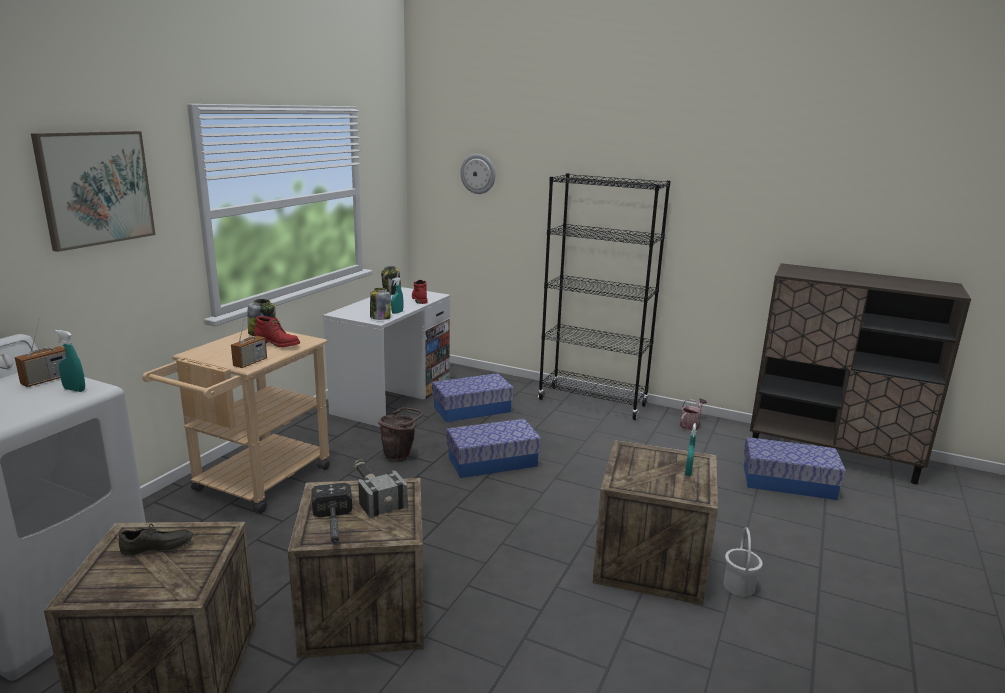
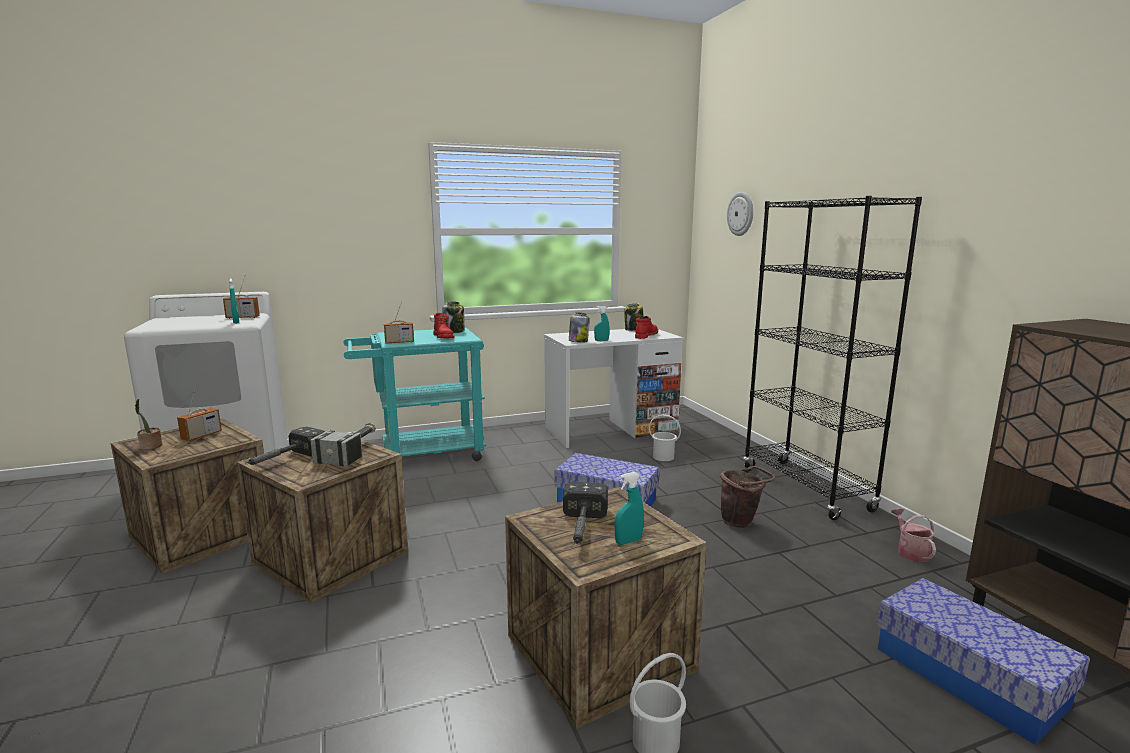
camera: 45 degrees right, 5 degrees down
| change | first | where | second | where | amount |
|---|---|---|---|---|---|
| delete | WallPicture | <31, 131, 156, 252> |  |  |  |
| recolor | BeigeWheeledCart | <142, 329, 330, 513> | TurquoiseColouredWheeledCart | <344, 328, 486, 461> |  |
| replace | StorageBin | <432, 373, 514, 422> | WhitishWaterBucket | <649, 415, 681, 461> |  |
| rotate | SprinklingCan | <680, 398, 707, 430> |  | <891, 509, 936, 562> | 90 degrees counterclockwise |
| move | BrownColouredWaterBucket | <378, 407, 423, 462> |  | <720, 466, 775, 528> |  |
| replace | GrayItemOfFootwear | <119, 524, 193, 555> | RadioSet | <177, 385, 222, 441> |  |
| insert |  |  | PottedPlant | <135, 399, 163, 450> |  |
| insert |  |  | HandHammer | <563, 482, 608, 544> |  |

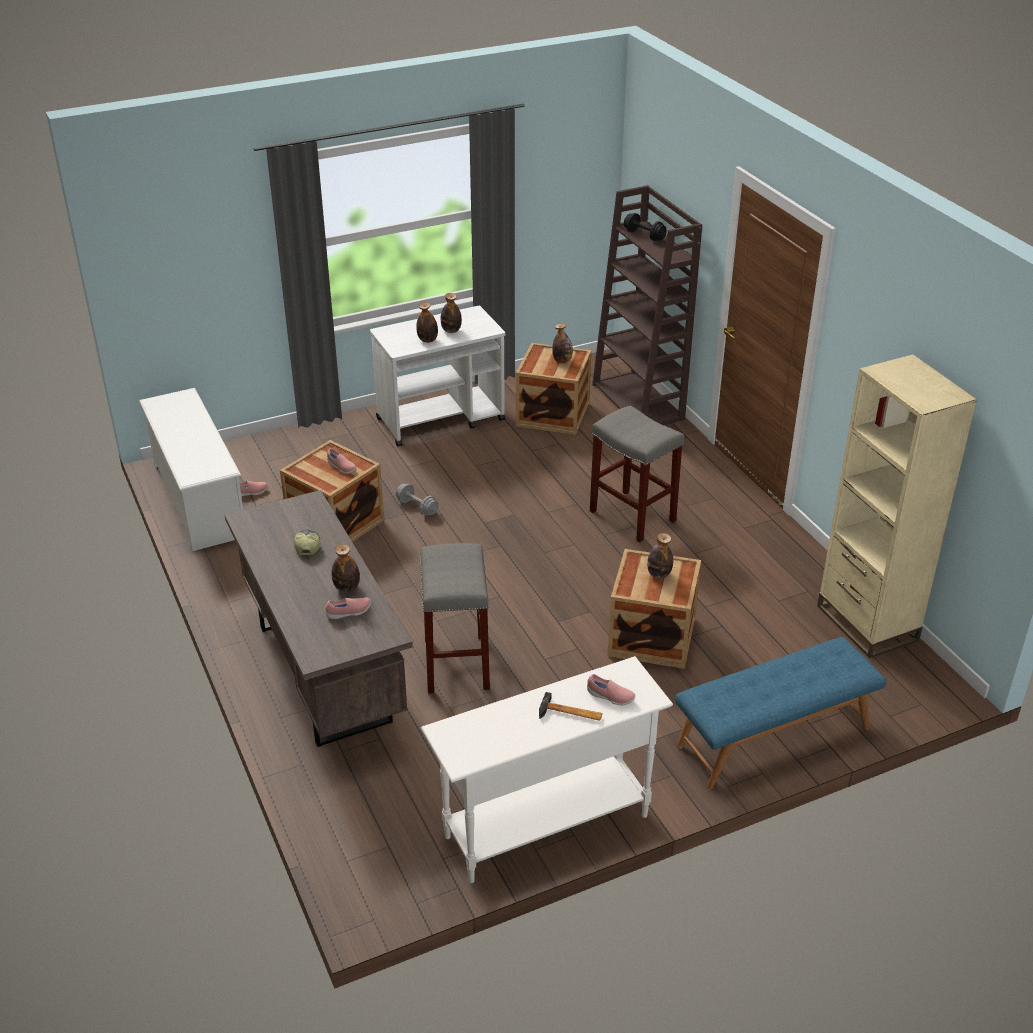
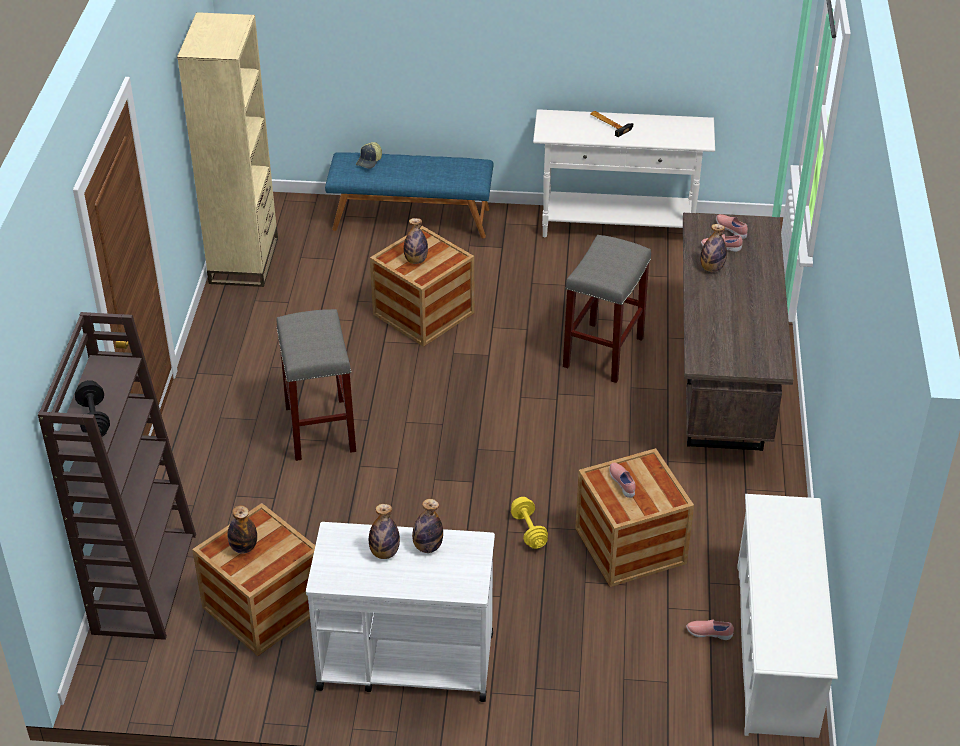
camera: 150 degrees left, 5 degrees up
| change | first | where | second | where | amount |
|---|---|---|---|---|---|
| recolor | GrayFreeWeight | <396, 484, 438, 515> | YellowishFreeWeight | <511, 497, 548, 549> |  |
| move | Cap | <294, 529, 321, 555> |  | <356, 142, 382, 169> |  |
| move | PinkishItemOfFootwear | <587, 674, 636, 705> |  | <716, 214, 748, 239> |  |

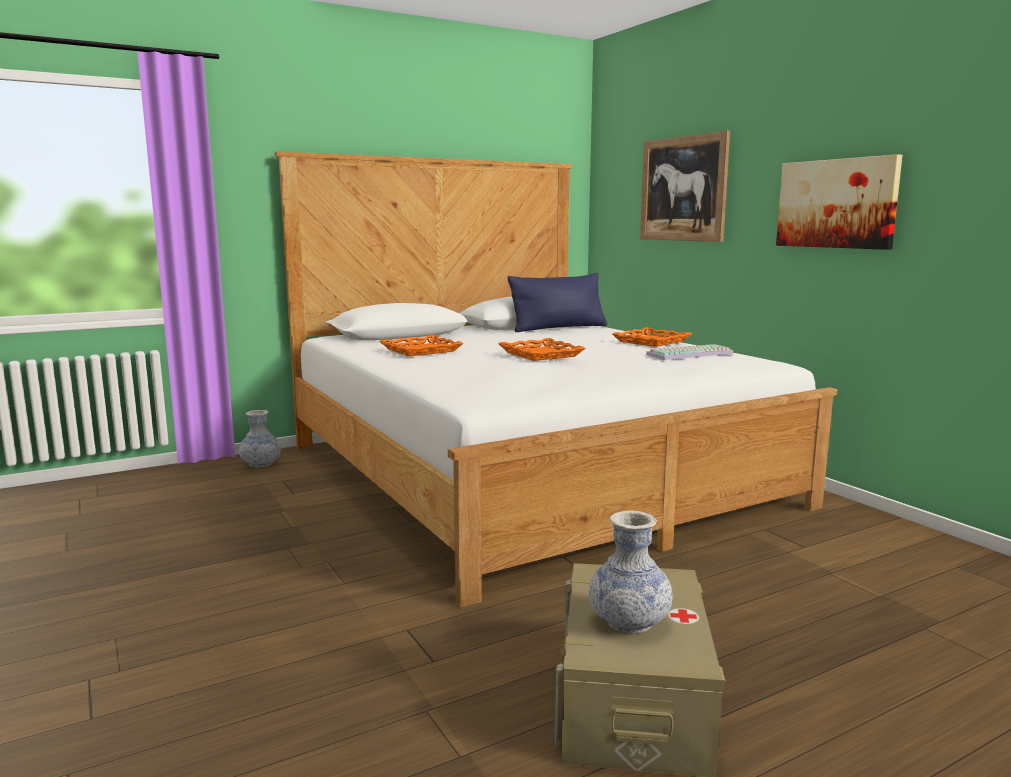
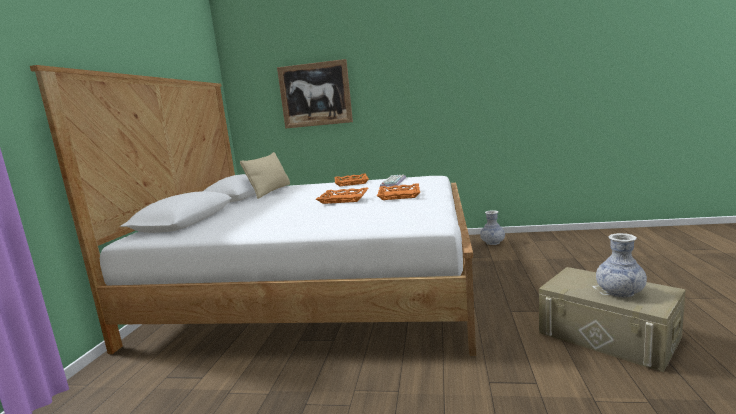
camera: 50 degrees left, 0 degrees up
| change | first | where | second | where | amount |
|---|---|---|---|---|---|
| delete | WallPicture | <776, 154, 902, 250> |  |  |  |
| recolor | BluishPillow | <507, 273, 607, 332> | BeigePillow | <240, 152, 290, 199> |  |
| move | OrangeColouredServingTray | <379, 335, 464, 357> |  | <377, 183, 420, 200> |  |
| move | FlowerVase | <239, 410, 281, 468> |  | <480, 210, 505, 245> |  |

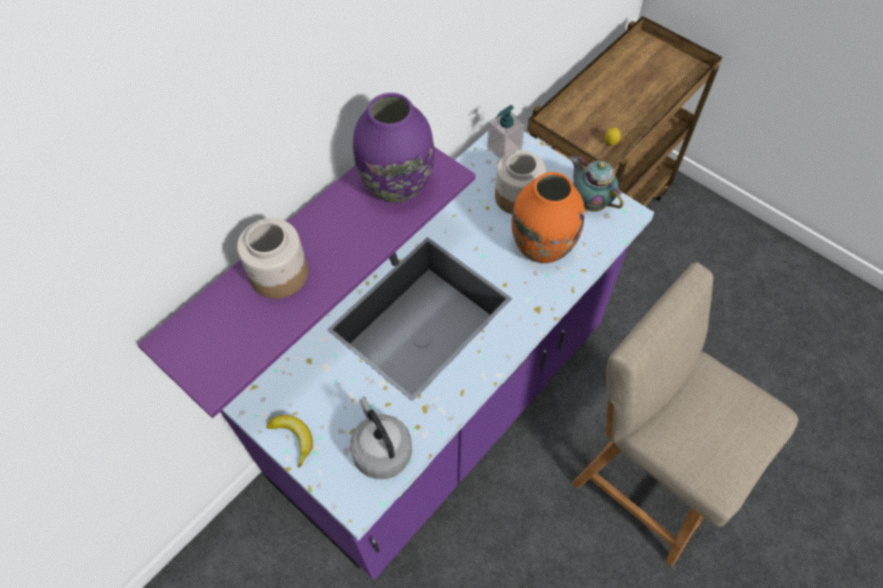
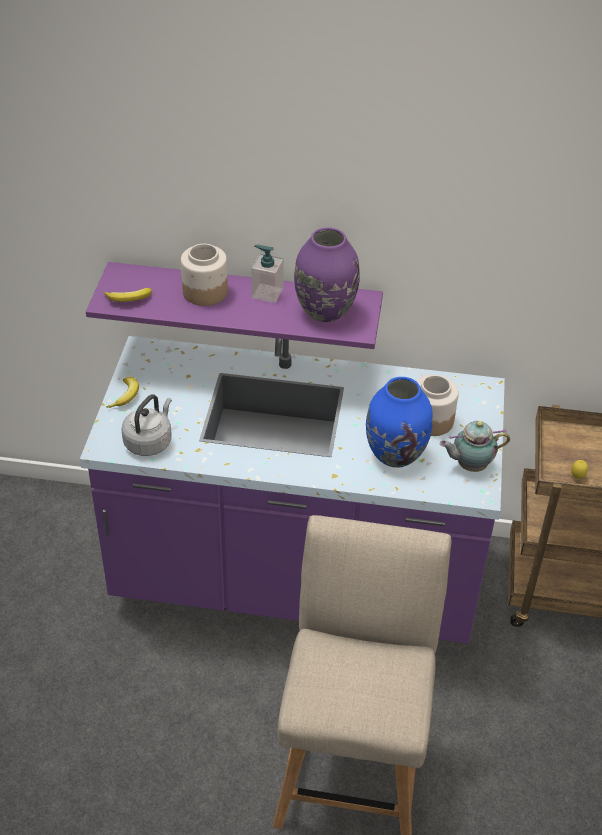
camera: 55 degrees right, 15 degrees down
| change | first | where | second | where | amount |
|---|---|---|---|---|---|
| move | LiquidSoapBottle | <487, 105, 525, 159> |  | <251, 245, 284, 303> |  |
| rotate | PotForTea | <570, 155, 623, 212> |  | <439, 421, 510, 472> | 120 degrees counterclockwise |
| recolor | OrangeColouredFlowerVase | <511, 172, 585, 263> | BluishFlowerVase | <366, 377, 433, 468> |  |
| insert |  |  | BananaFruit | <104, 288, 152, 302> |  |

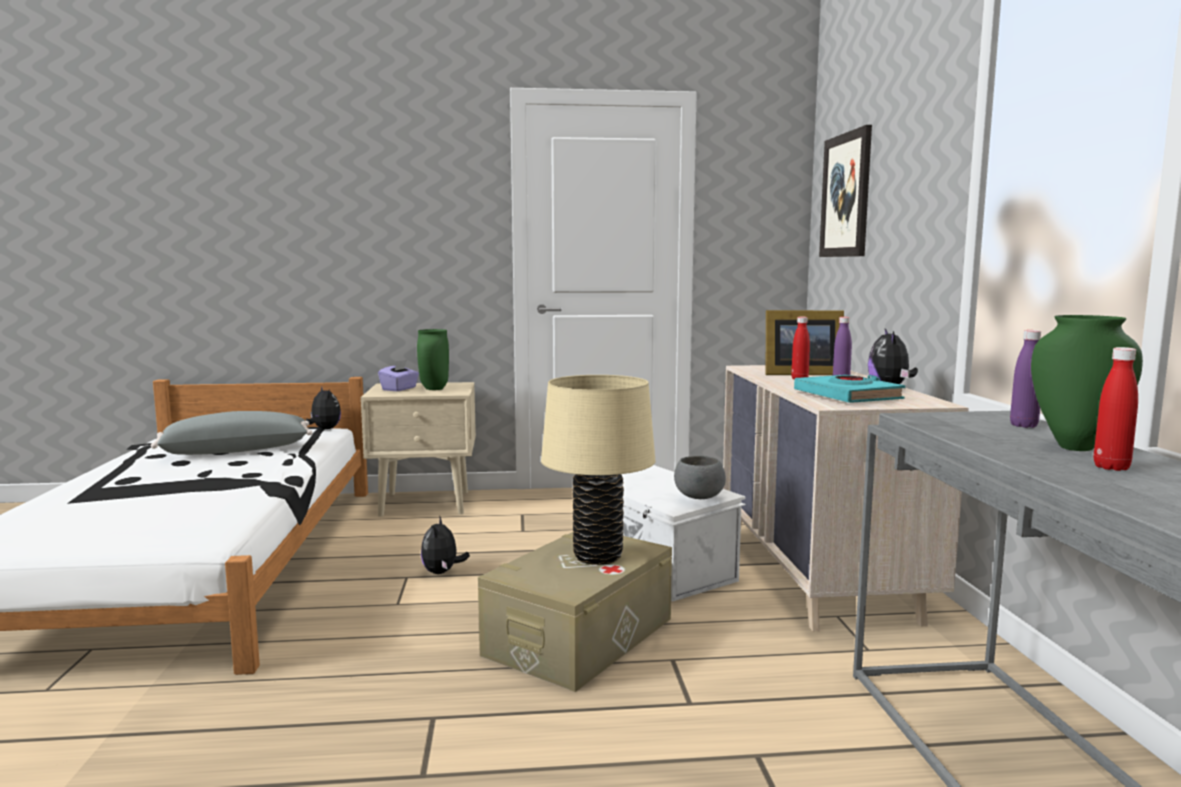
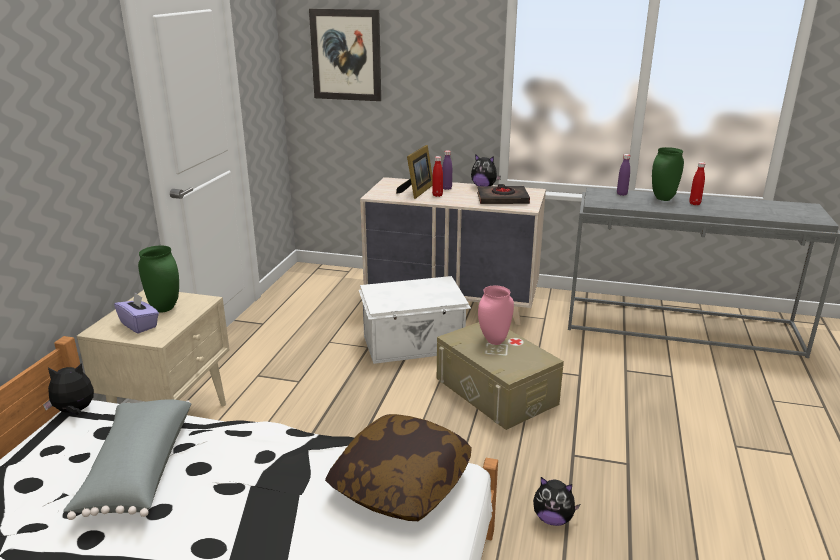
camera: 70 degrees left, 15 degrees up
| change | first | where | second | where | amount |
|---|---|---|---|---|---|
| replace | BeigeTableLamp | <541, 375, 655, 565> | PinkishFlowerVase | <478, 285, 514, 345> |  |
| recolor | TurquoiseColouredVolume | <794, 375, 905, 403> | BlackColouredVolume | <477, 184, 530, 204> |  |
| delete | GrayDeepDish | <674, 456, 726, 499> |  |  |  |
| move | SoftToy | <421, 517, 470, 574> |  | <533, 477, 580, 526> |  |
| insert |  |  | Pillow | <325, 414, 472, 521> |  |

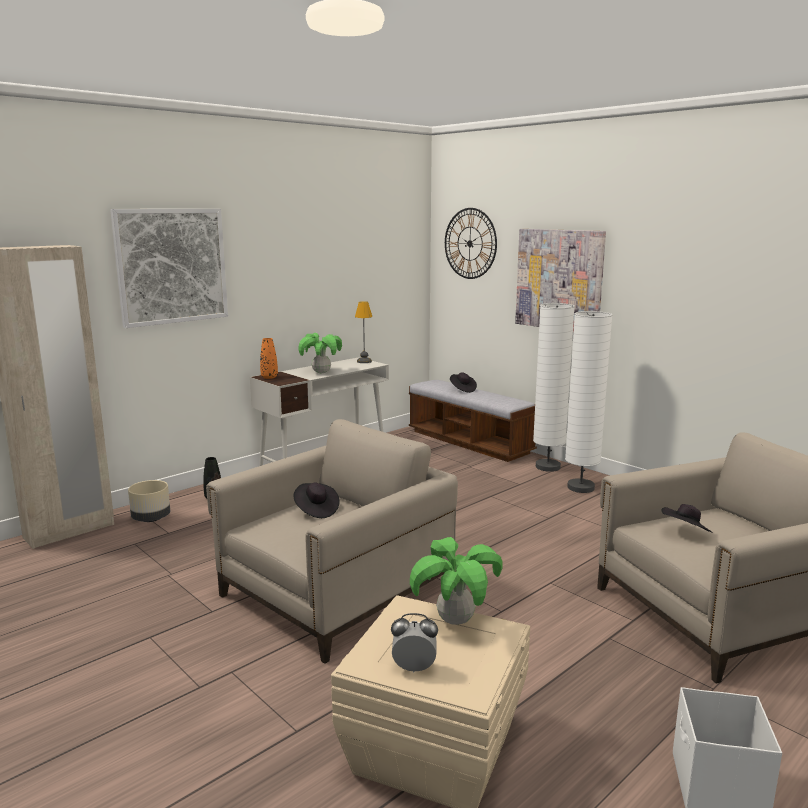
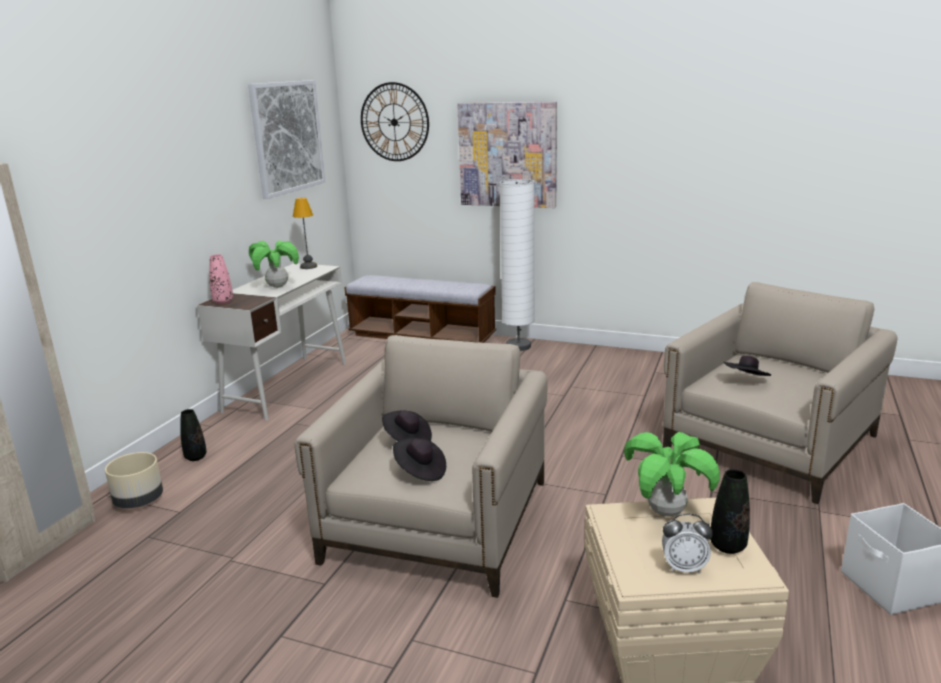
camera: 25 degrees left, 5 degrees up
| change | first | where | second | where | amount |
|---|---|---|---|---|---|
| move | WallPicture | <110, 209, 228, 328> |  | <248, 80, 325, 199> |  |
| delete | WhitishFloorLamp | <565, 311, 612, 493> |  |  |  |
| recolor | OrangeColouredFlowerVase | <260, 338, 278, 379> | PinkishFlowerVase | <209, 254, 233, 304> |  |
| move | BlackColouredHat | <450, 372, 477, 393> |  | <393, 438, 446, 481> |  |
| rotate | TableClock | <391, 613, 438, 673> |  | <662, 514, 713, 573> | 150 degrees counterclockwise |
| insert |  |  | BlackColouredFlowerVase | <710, 469, 750, 554> |  |

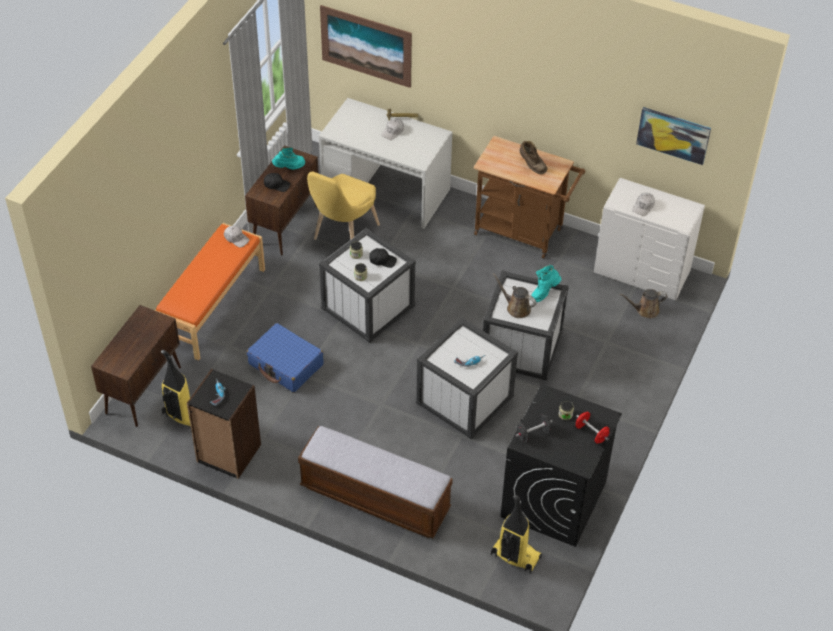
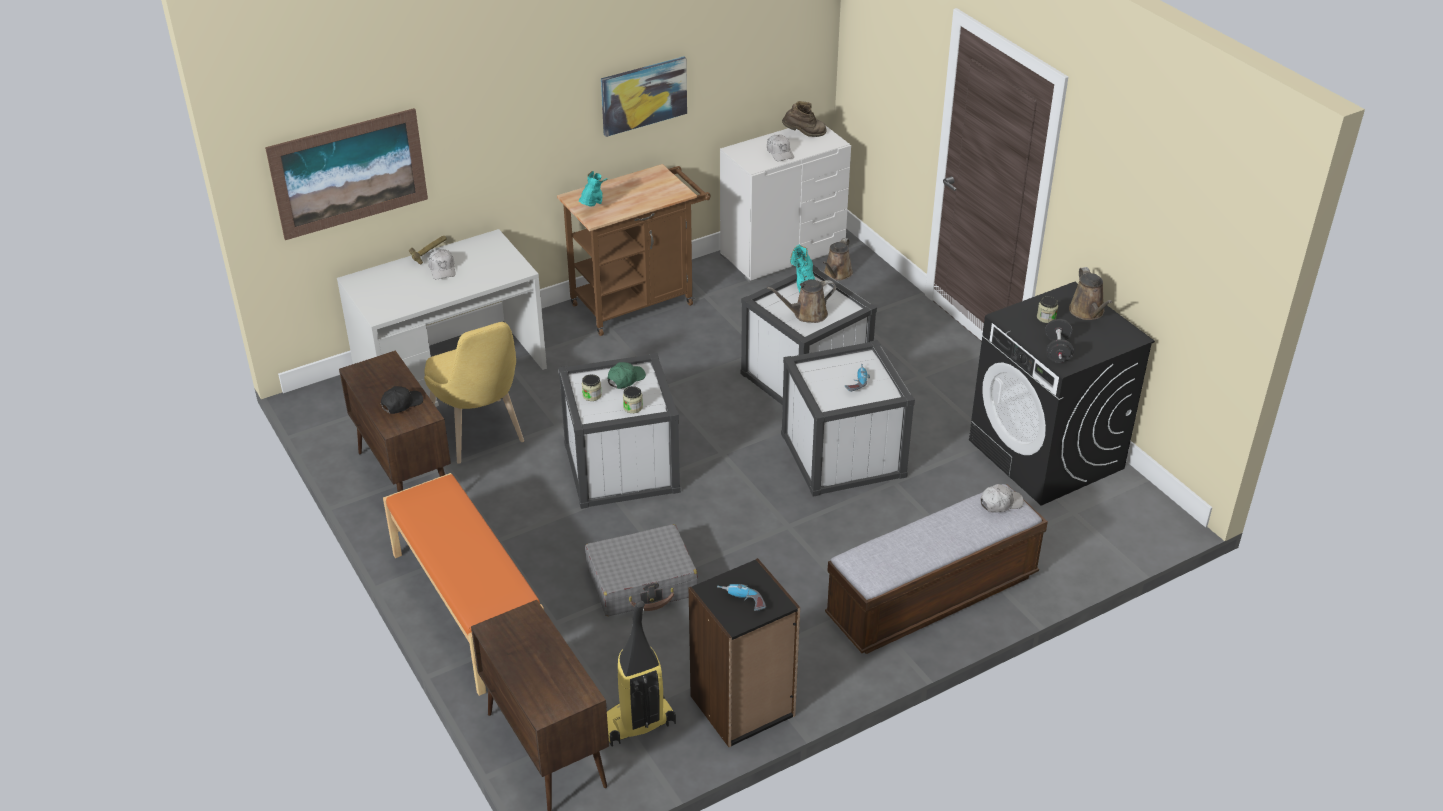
camera: 55 degrees left, 10 degrees down
| change | first | where | second | where | amount |
|---|---|---|---|---|---|
| move | WallPicture | <636, 107, 711, 165> |  | <601, 56, 687, 137> |  |
| move | BrownColouredHighTopBoot | <520, 141, 547, 174> |  | <782, 101, 827, 137> |  |
| move | TurquoiseColouredHighTopBoot | <272, 147, 305, 170> |  | <579, 171, 607, 207> |  |
| move | WhitishCap | <224, 226, 250, 248> |  | <981, 484, 1024, 512> |  |
| recolor | BlackColouredCap | <369, 248, 397, 268> | GreenColouredCap | <607, 362, 646, 389> |  |
| recolor | BluishTravelCase | <247, 323, 323, 392> | GrayTravelCase | <585, 524, 698, 616> |  |
| replace | RedFreeWeight | <576, 412, 609, 444> | BrownColouredSprinklingCan | <1069, 267, 1112, 320> |  |
| delete | Vacuum | <491, 495, 542, 573> |  |  |  |

